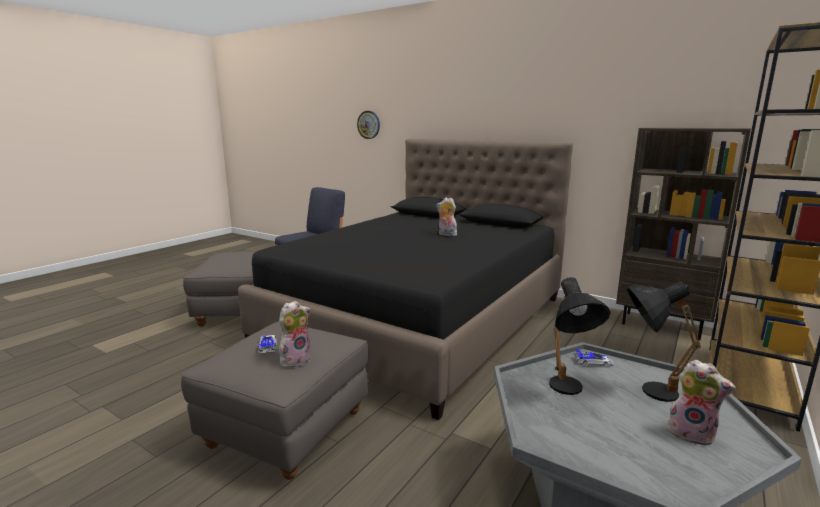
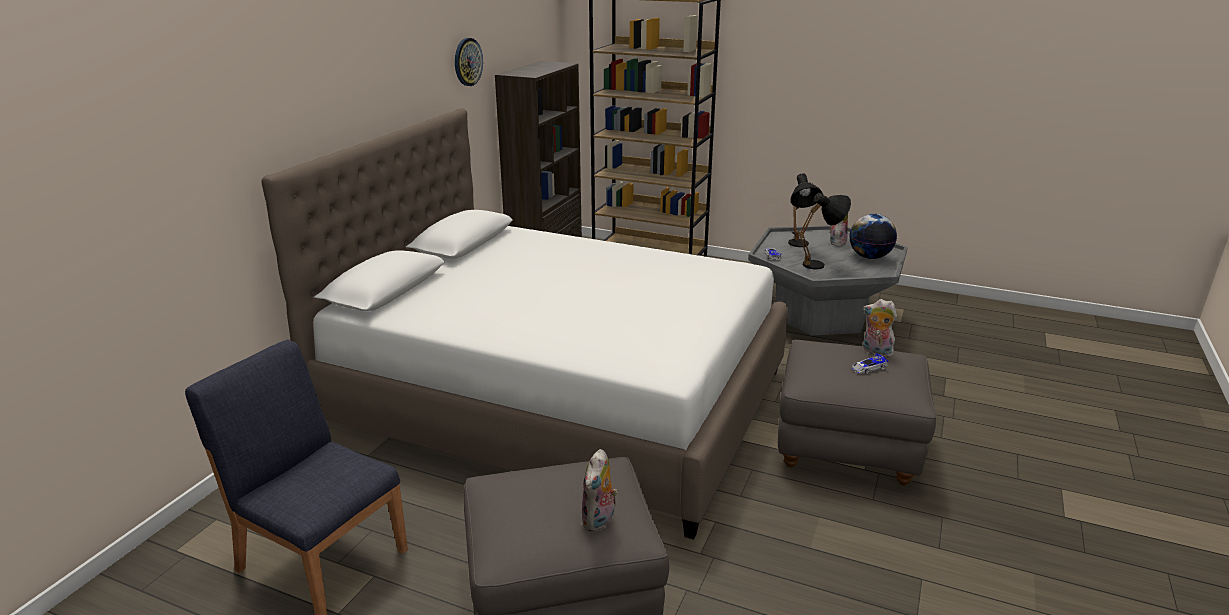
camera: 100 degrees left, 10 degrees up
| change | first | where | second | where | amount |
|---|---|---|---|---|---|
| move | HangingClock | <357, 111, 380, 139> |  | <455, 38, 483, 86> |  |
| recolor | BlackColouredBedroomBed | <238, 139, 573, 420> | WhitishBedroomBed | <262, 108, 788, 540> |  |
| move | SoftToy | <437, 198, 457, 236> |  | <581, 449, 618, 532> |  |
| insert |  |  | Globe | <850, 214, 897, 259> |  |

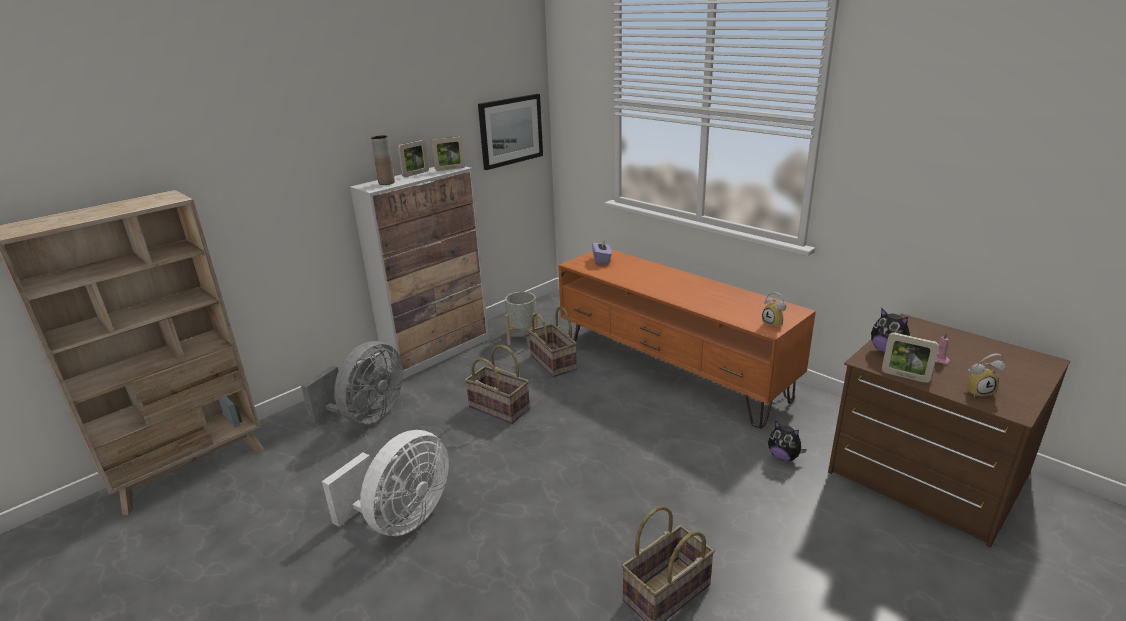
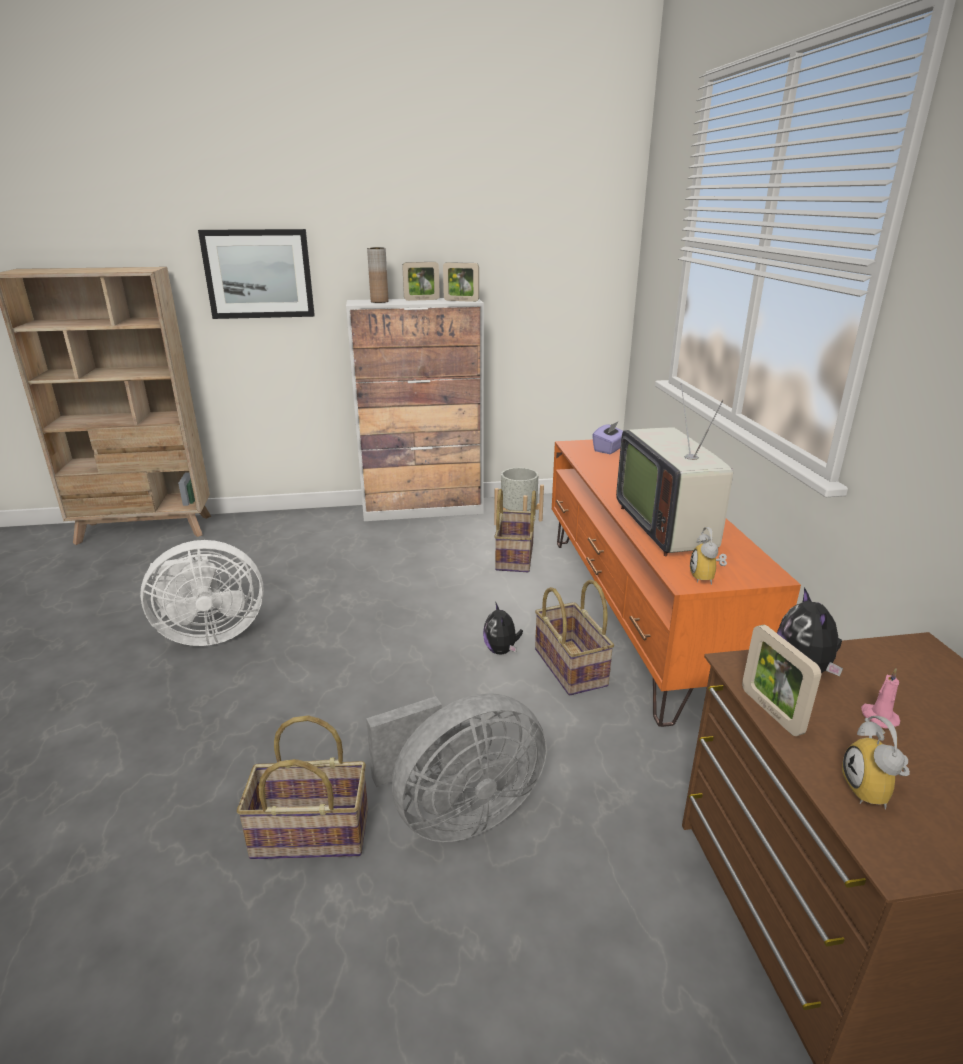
camera: 35 degrees right, 0 degrees up
| change | first | where | second | where | amount |
|---|---|---|---|---|---|
| move | WallPicture | <478, 94, 543, 170> |  | <198, 229, 315, 319> |  |
| move | GrayElectricFan | <301, 341, 403, 424> |  | <366, 693, 547, 842> |  |
| move | StorageBasket | <465, 345, 530, 424> |  | <535, 580, 614, 695> |  |
| rotate | TableClock | <966, 353, 1005, 398> |  | <842, 716, 910, 810> | 60 degrees clockwise |
| move | SoftToy | <768, 421, 807, 461> |  | <483, 602, 523, 654> |  |
| insert |  |  | Television | <616, 383, 733, 556> |  |

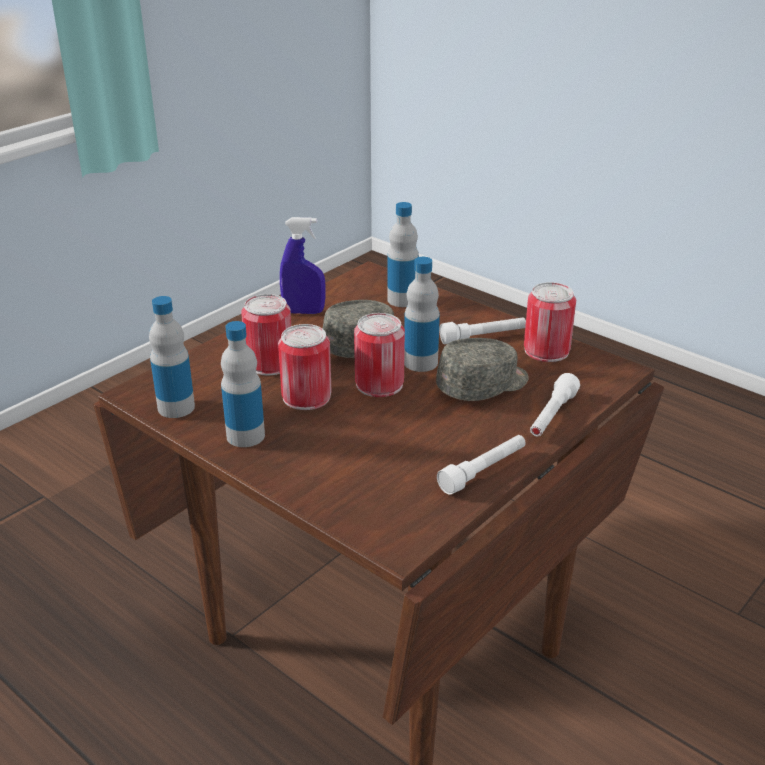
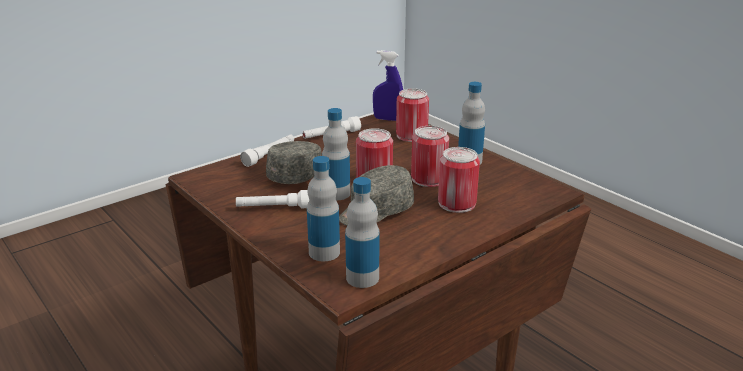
camera: 170 degrees left, 5 degrees down
| change | first | where | second | where | amount |
|---|---|---|---|---|---|
| move | BluishSprayer | <280, 217, 325, 314> |  | <373, 50, 403, 121> |  |
| move | Can | <524, 282, 576, 362> |  | <396, 88, 429, 142> |  |
| move | BeverageBottle | <149, 296, 195, 418> |  | <345, 177, 380, 288> |  |
| rotate | GrayCap | <436, 338, 529, 401> |  | <266, 141, 322, 184> | 150 degrees clockwise |

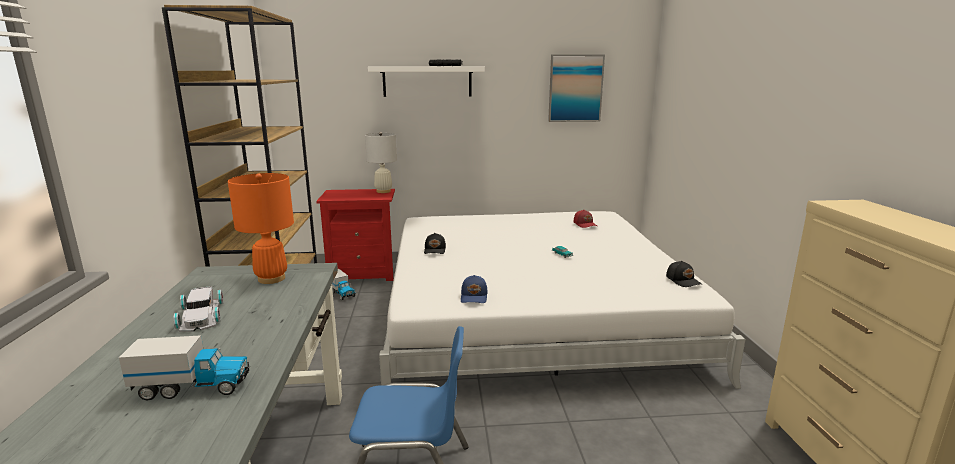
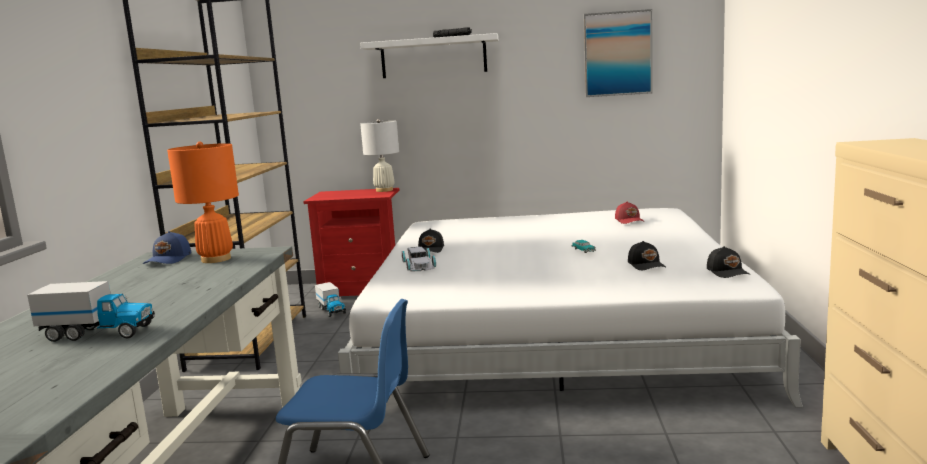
camera: 10 degrees right, 5 degrees down
| change | first | where | second | where | amount |
|---|---|---|---|---|---|
| move | BluishCap | <461, 275, 488, 303> |  | <143, 231, 191, 264> |  |
| move | WhitishModelCar | <174, 287, 223, 332> |  | <402, 247, 436, 271> |  |
| insert |  |  | BlackColouredCap | <628, 241, 666, 270> |  |

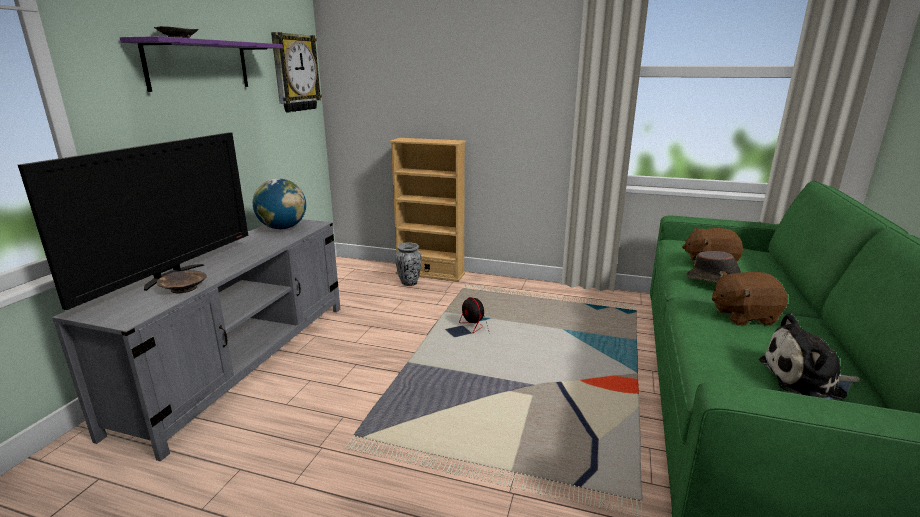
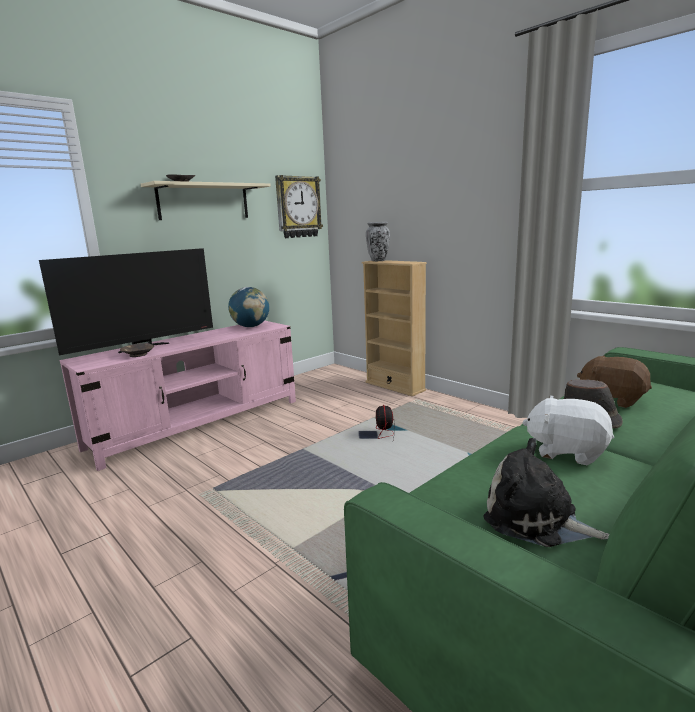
camera: 30 degrees right, 5 degrees down
| change | first | where | second | where | amount |
|---|---|---|---|---|---|
| recolor | PurpleColouredWallShelf | <120, 36, 283, 92> | BeigeWallShelf | <141, 181, 271, 220> |  |
| recolor | GrayMediaConsole | <52, 219, 340, 462> | PinkishMediaConsole | <60, 320, 296, 471> |  |
| move | FlowerVase | <395, 242, 422, 286> |  | <366, 222, 390, 261> |  |
| recolor | BrownColouredSoftToy | <712, 271, 788, 325> | WhitishSoftToy | <522, 395, 614, 465> |  |

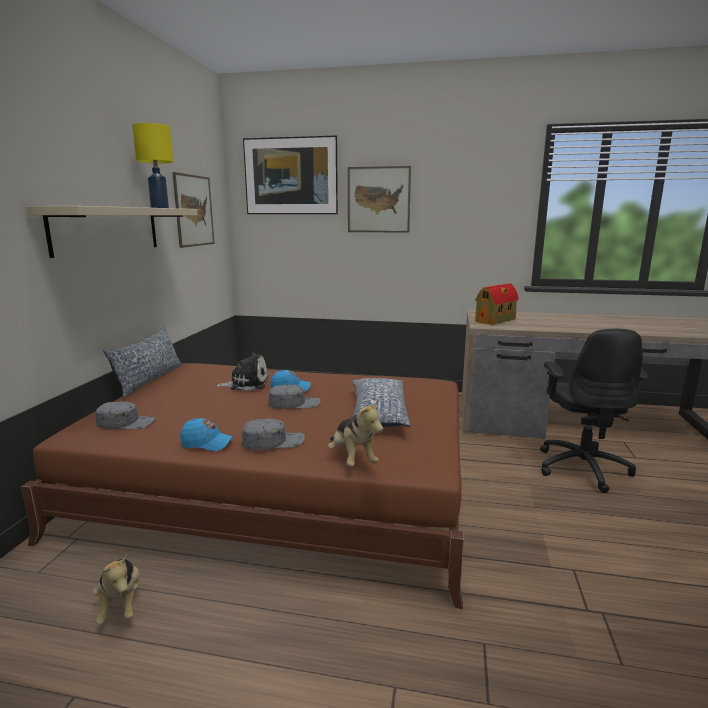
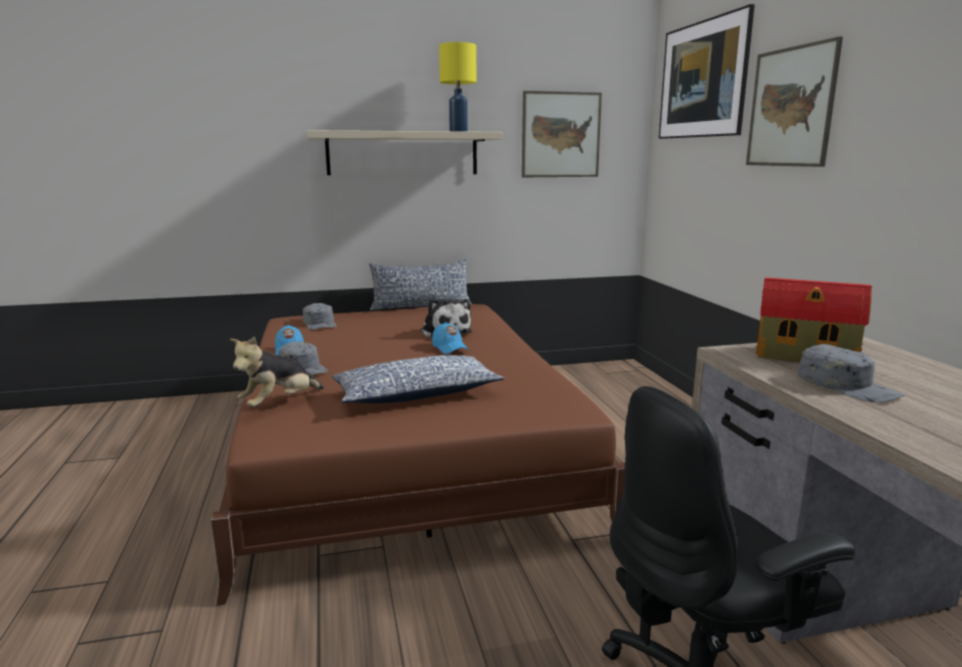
camera: 65 degrees right, 0 degrees up
| change | first | where | second | where | amount |
|---|---|---|---|---|---|
| move | GrayCap | <268, 385, 321, 409> |  | <798, 344, 906, 403> |  |
| delete | SoftToy | <92, 554, 139, 625> |  |  |  |

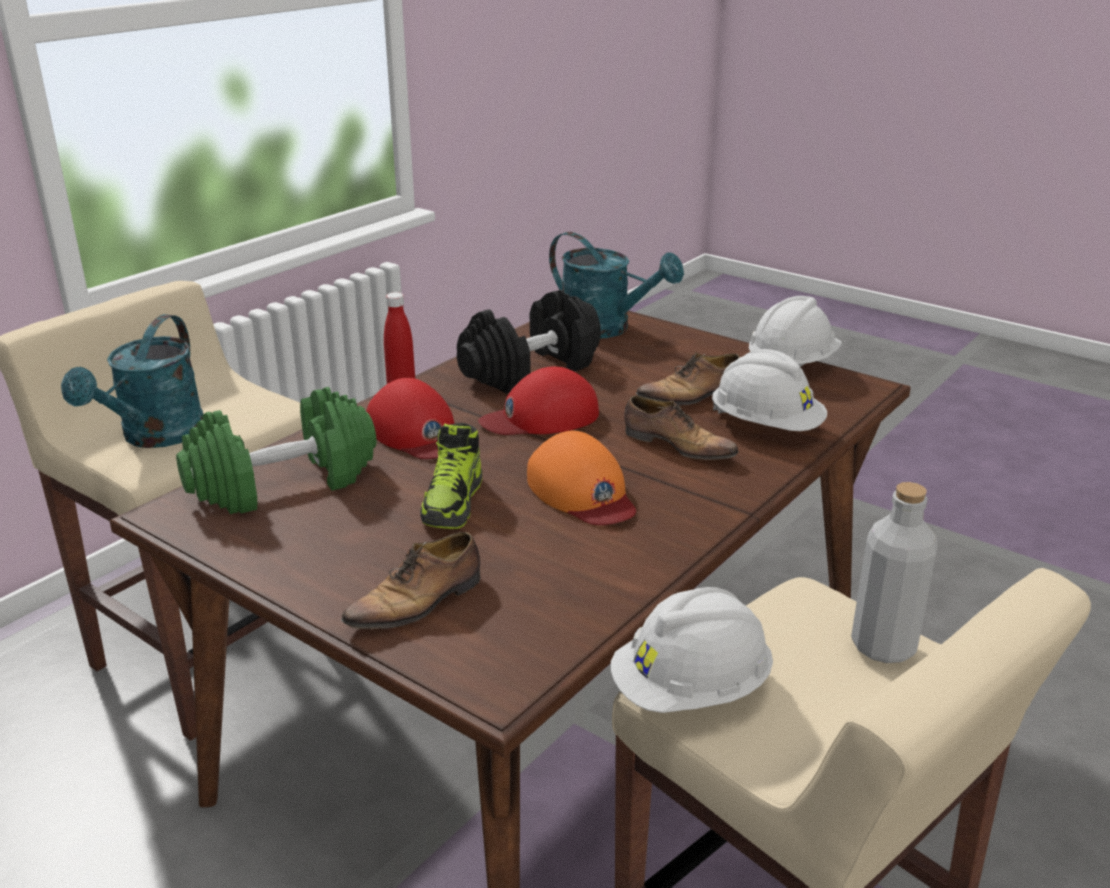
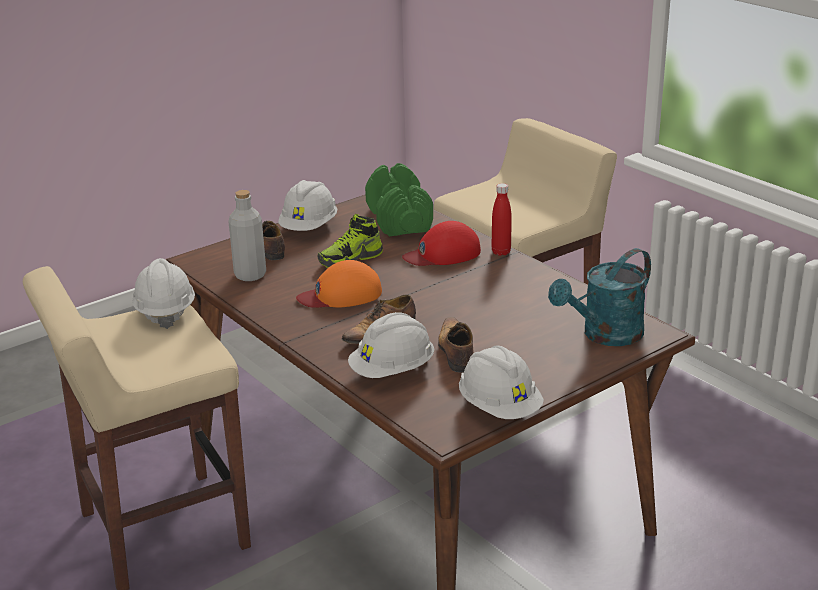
camera: 105 degrees right, 0 degrees up
| change | first | where | second | where | amount |
|---|---|---|---|---|---|
| delete | BlackColouredFreeWeight | <457, 290, 601, 394> |  |  |  |
| delete | TurquoiseColouredSprinklingCan | <61, 314, 203, 448> |  |  |  |
| delete | RedCap | <478, 367, 599, 435> |  |  |  |
| rotate | ItemOfFootwear | <420, 423, 482, 529> |  | <317, 214, 383, 268> | 60 degrees counterclockwise |
| move | GrayBeverageBottle | <851, 482, 938, 663> |  | <228, 190, 266, 281> |  |
| insert |  |  | WhitishWorkHelmet | <278, 180, 337, 231> |  |

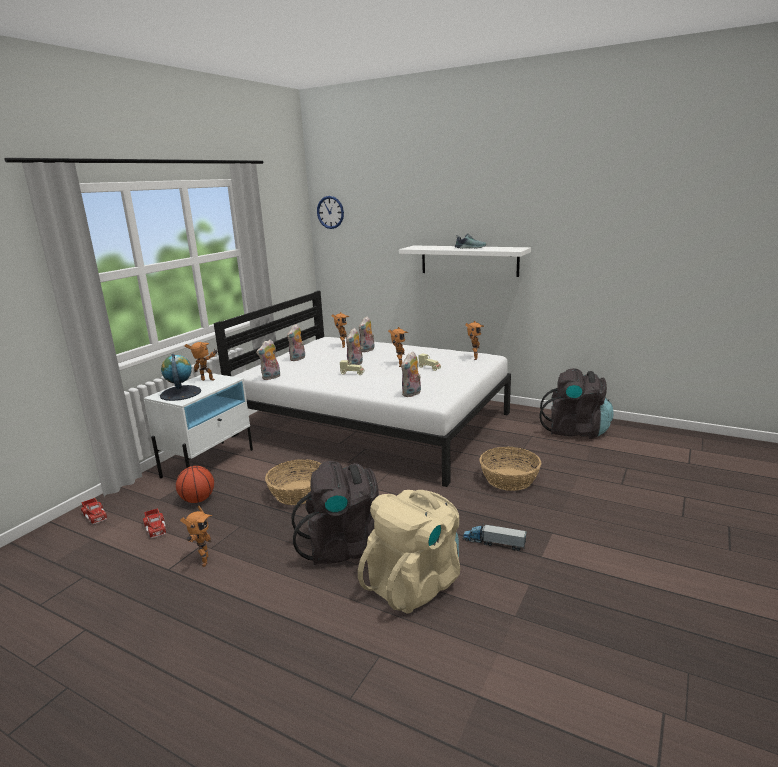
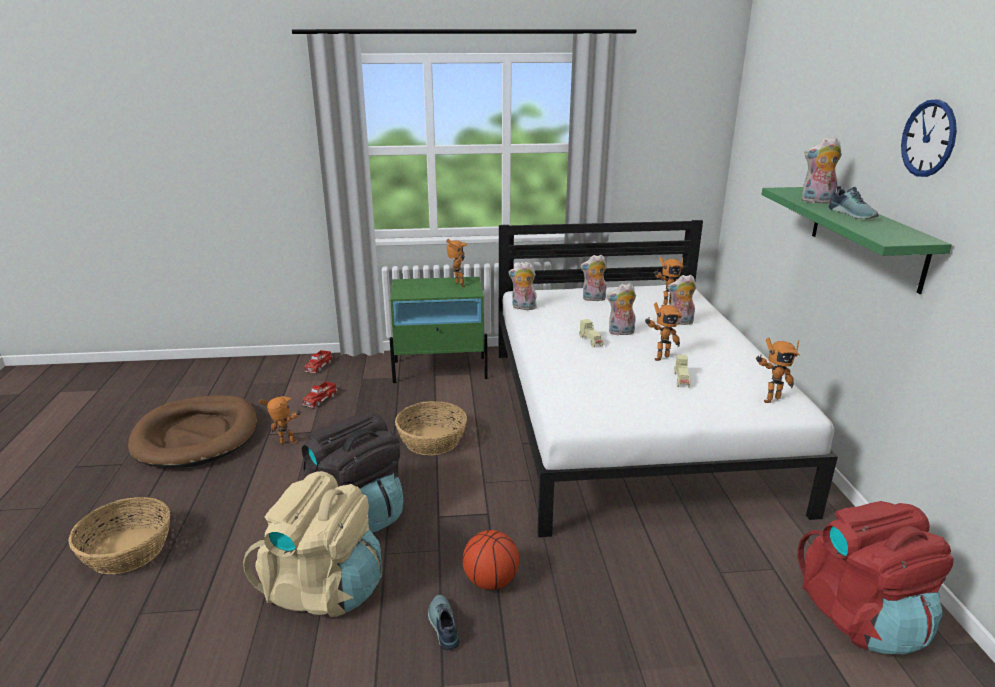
camera: 55 degrees right, 5 degrees up
| change | first | where | second | where | amount |
|---|---|---|---|---|---|
| move | HangingClock | <317, 196, 344, 229> |  | <901, 99, 957, 177> |  |
| recolor | WhitishWallShelf | <399, 245, 531, 277> | GreenColouredWallShelf | <761, 187, 952, 294> |  |
| move | SoftToy | <401, 351, 421, 397> |  | <801, 137, 842, 204> |  |
| delete | Globe | <160, 354, 201, 401> |  |  |  |
| recolor | BlackColouredBackpack | <539, 368, 614, 439> | RedBackpack | <798, 501, 954, 654> |  |
| recolor | WhitishNightTable | <144, 373, 253, 478> | GreenColouredNightTable | <389, 277, 488, 383> |  |
| move | StorageBasket | <480, 447, 541, 491> |  | <68, 497, 170, 574> |  |
| move | BasketballBall | <176, 466, 214, 503> |  | <462, 530, 519, 590> |  |
| rotate | ModelRobot | <180, 506, 212, 567> |  | <259, 396, 301, 444> | 135 degrees counterclockwise |
| replace | ToyTruck | <462, 523, 527, 551> | ItemOfFootwear | <428, 595, 460, 650> |  |
| insert |  |  | BrownColouredDogBed | <128, 395, 257, 468> |  |

